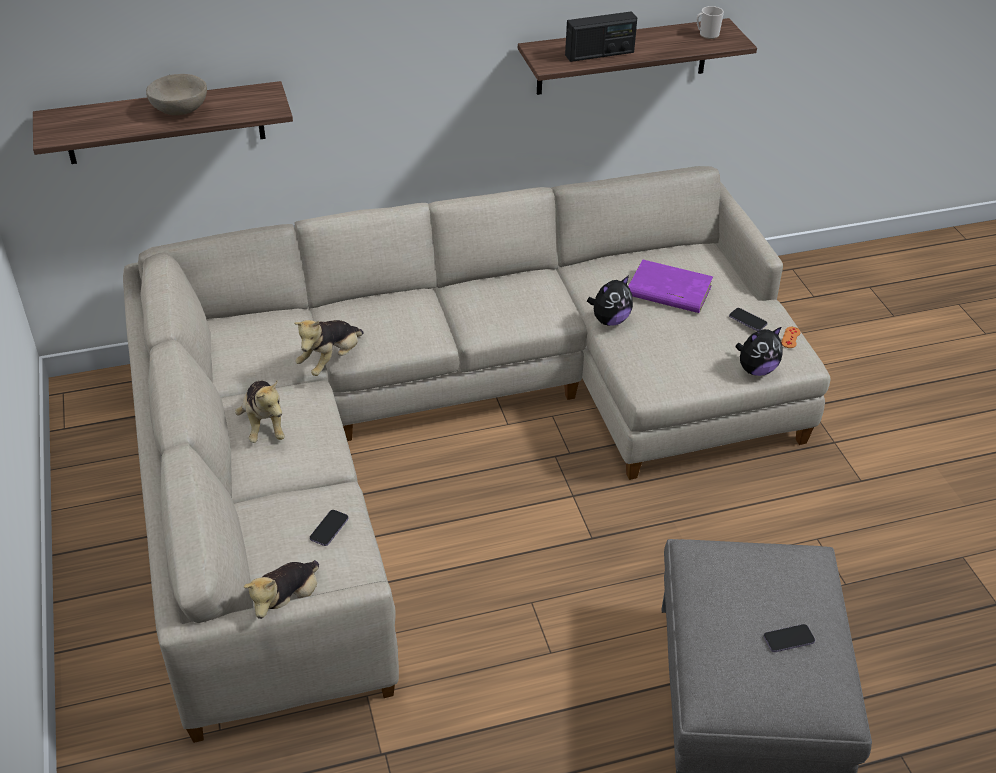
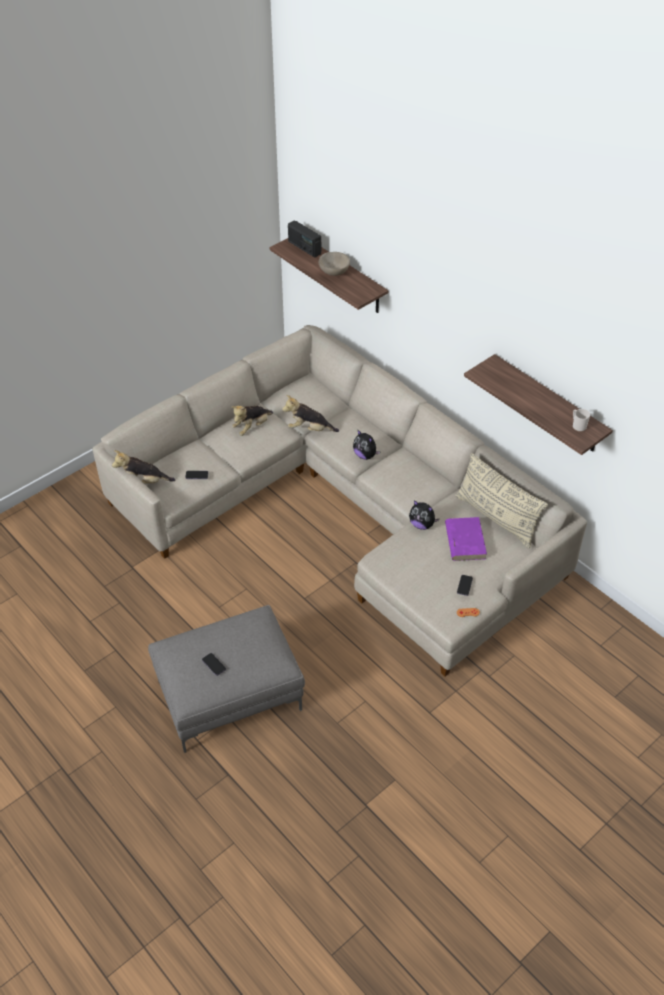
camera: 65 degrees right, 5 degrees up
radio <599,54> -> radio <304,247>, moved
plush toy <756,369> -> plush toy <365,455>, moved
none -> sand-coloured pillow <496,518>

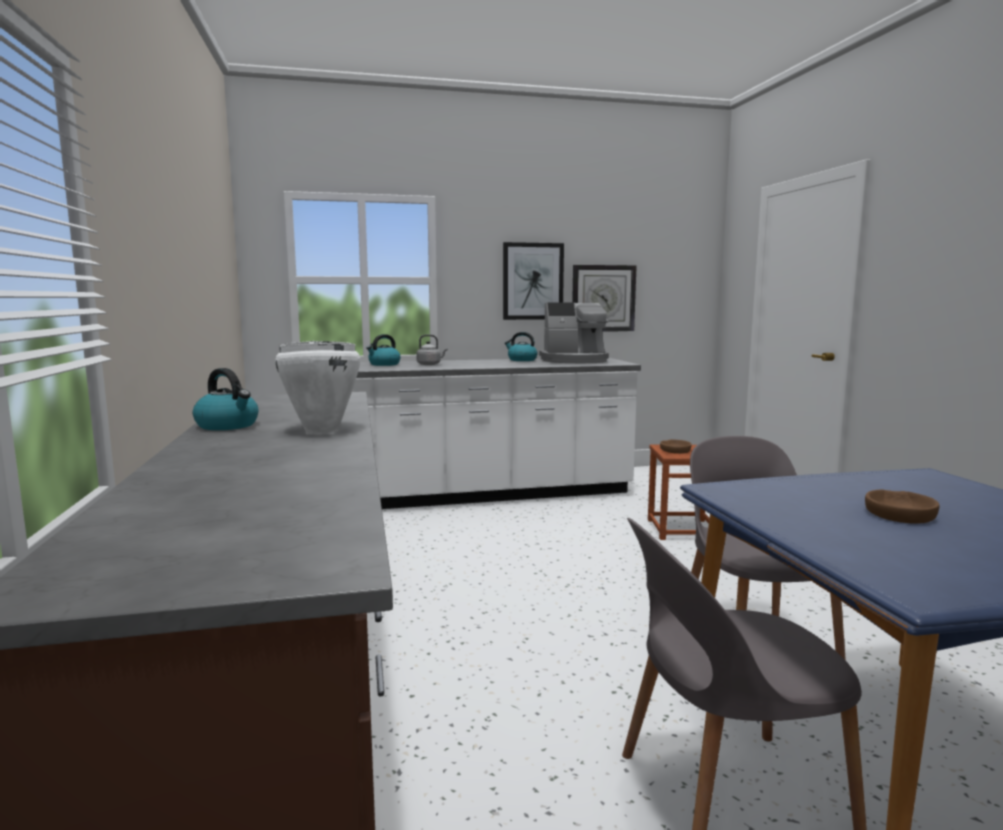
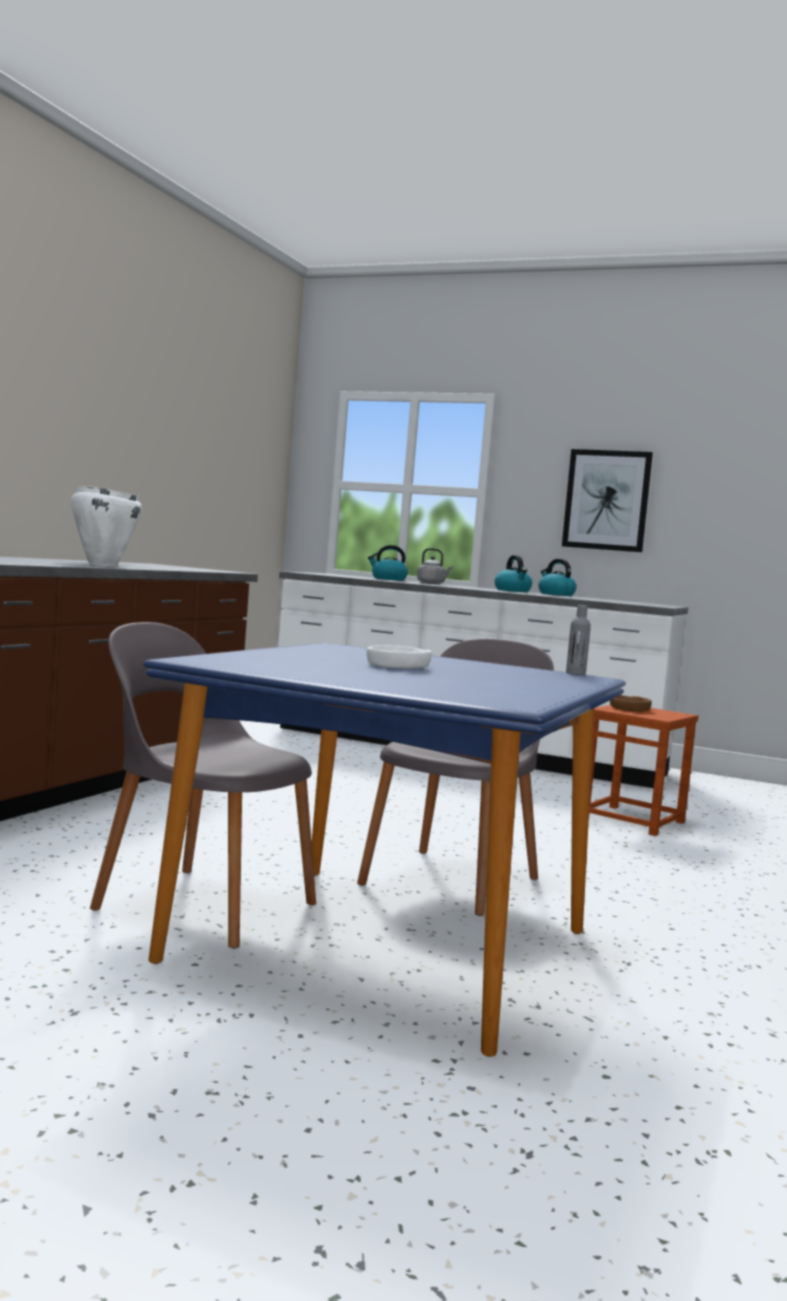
camera: 35 degrees right, 5 degrees down
kettle <228,425> -> kettle <513,591>, moved
coffee machine <575,360> -> none
wall clock <603,298> -> none
brown serving bowl <899,514> -> whitish serving bowl <398,666>
none -> grey bottle <575,673>

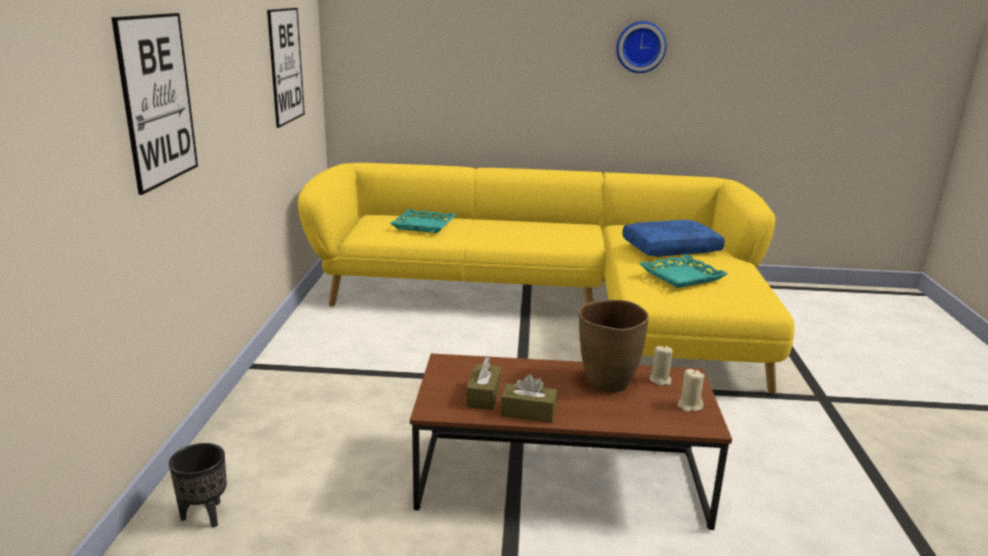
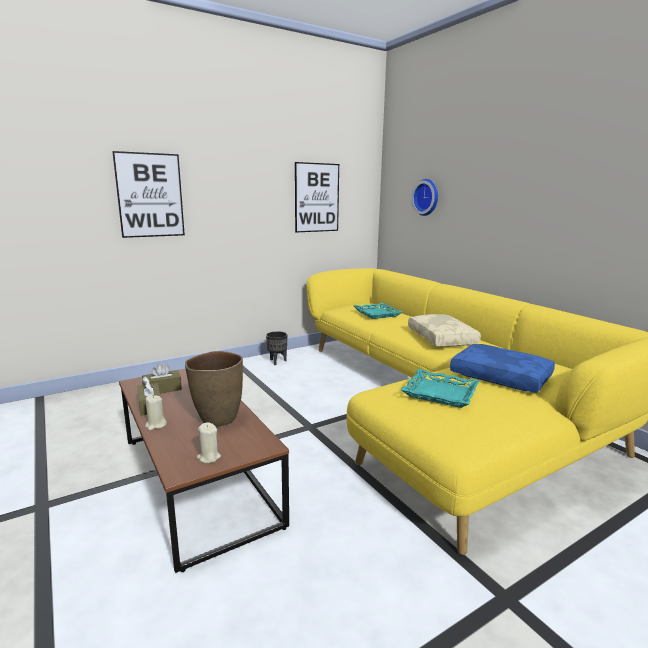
camera: 55 degrees right, 5 degrees down
blackish planter <206,515> -> blackish planter <277,361>, moved
wall clock <640,47> -> wall clock <427,197>, moved
sand-coloured wax light <660,380> -> sand-coloured wax light <156,425>, moved
none -> sand-coloured pillow <442,338>

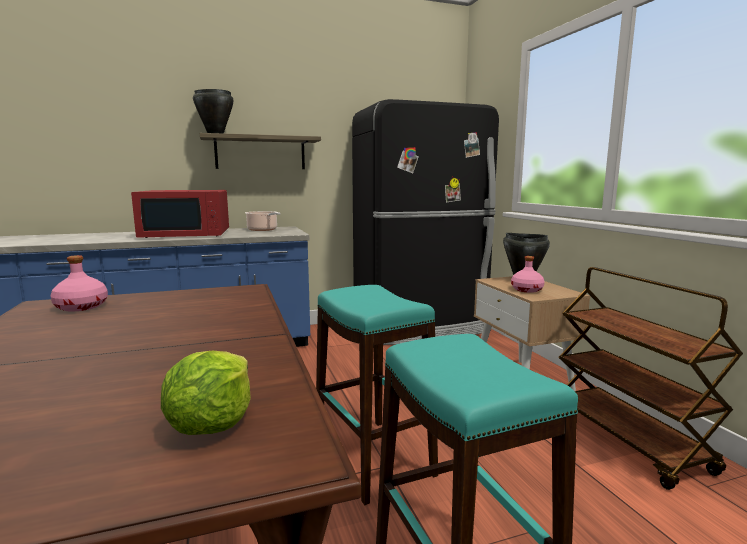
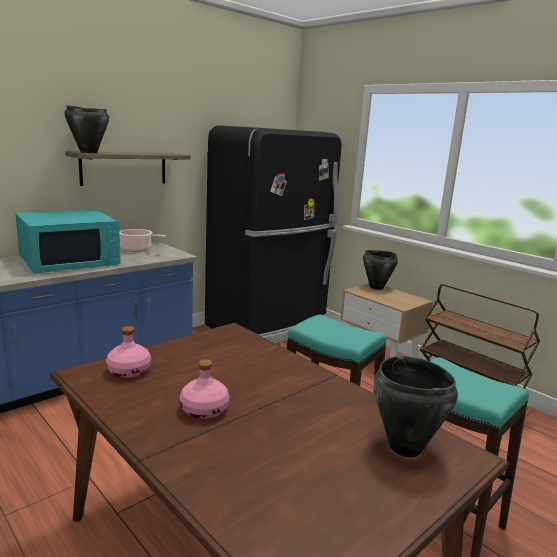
camera: 25 degrees left, 5 degrees up
red microwave <187,234> -> blue-green microwave <70,261>
lettuce head <212,423> -> blackish stockpot <404,448>
pink bottle <527,290> -> pink bottle <205,409>, moved

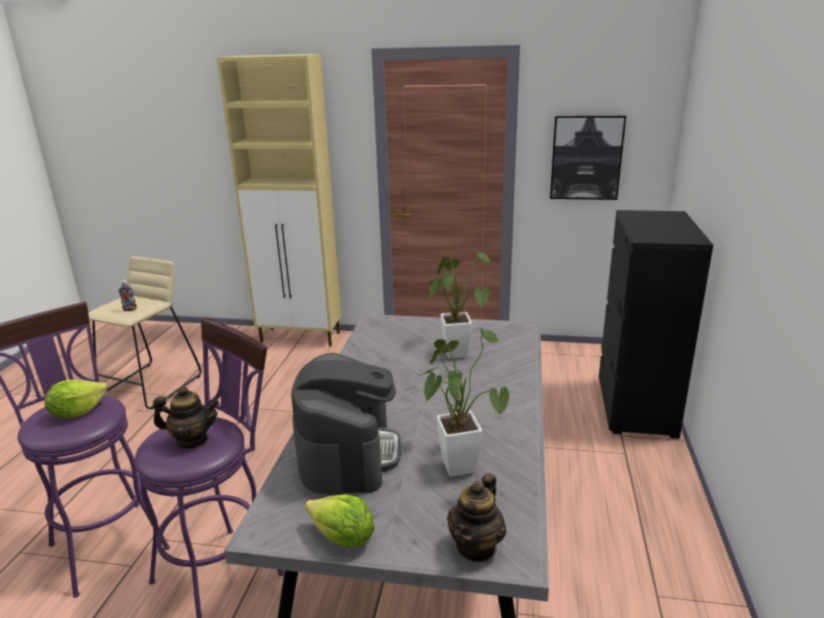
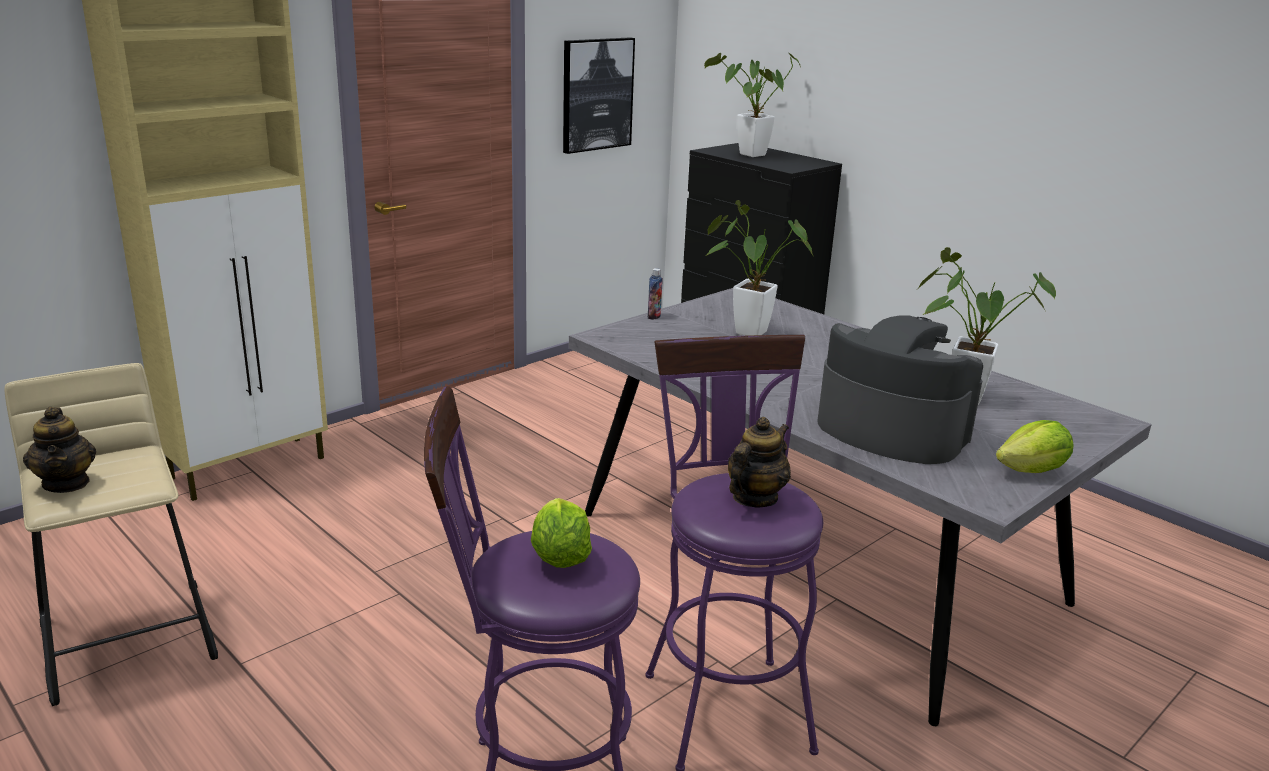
camera: 55 degrees left, 0 degrees up
bottle <130,309> -> bottle <654,316>, moved
teapot <476,546> -> teapot <67,483>, moved
none -> plant in a pot <748,155>

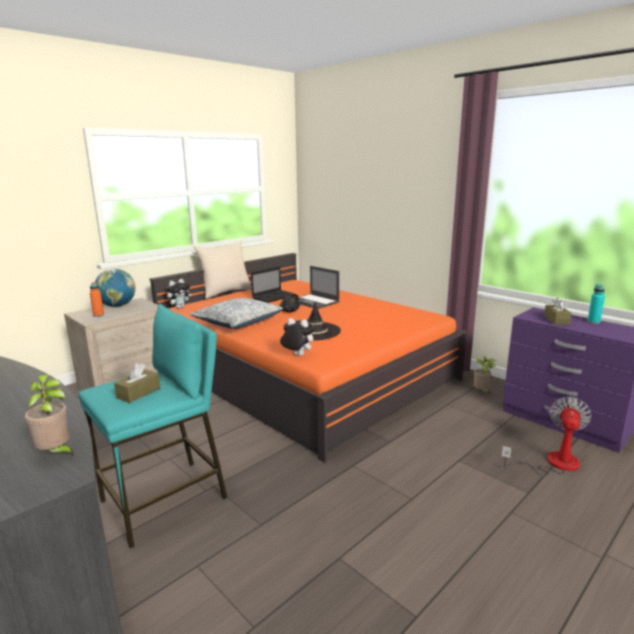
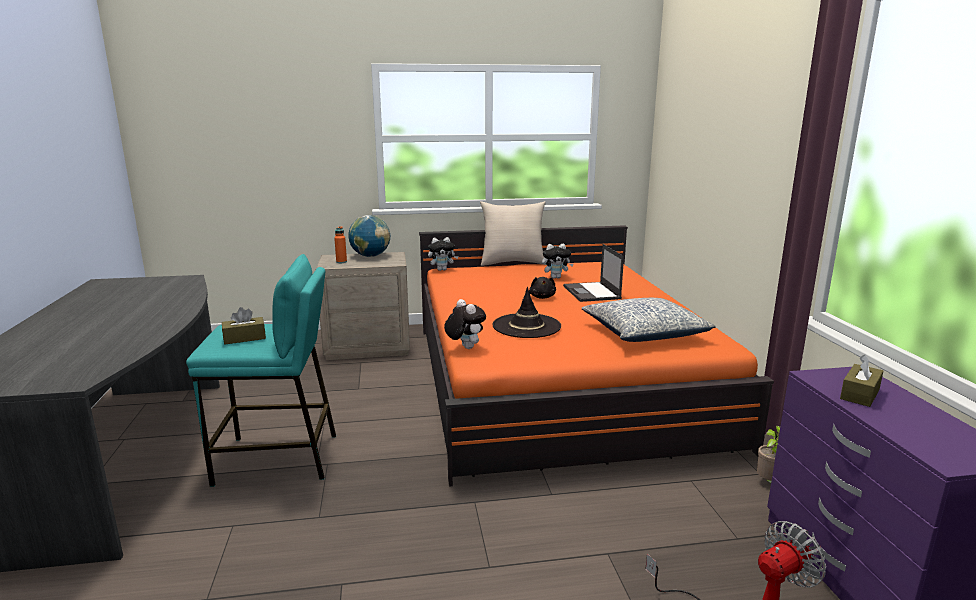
camera: 35 degrees right, 0 degrees up
plant in a pot <56,453> -> none
pillow <238,322> -> pillow <644,333>, moved
notebook computer <274,297> -> plush toy <556,277>
blue-green bottle <593,322> -> none

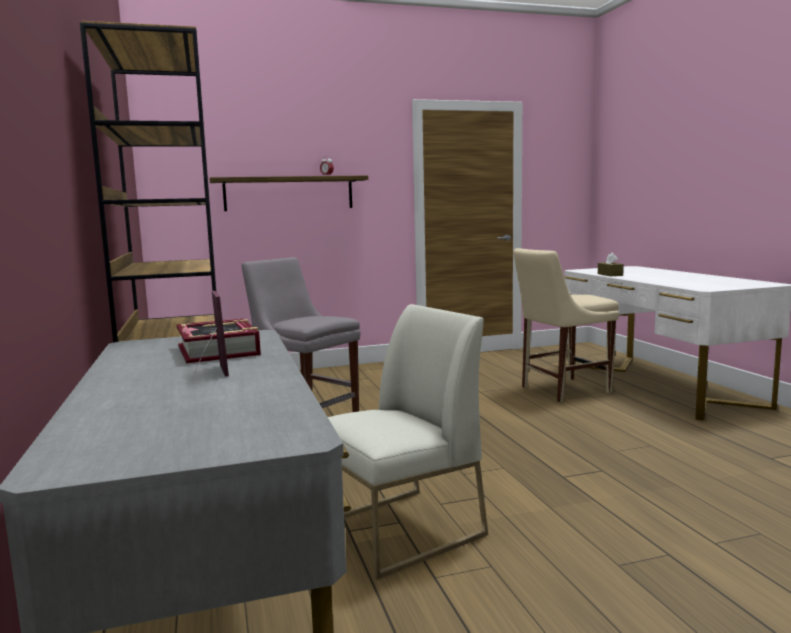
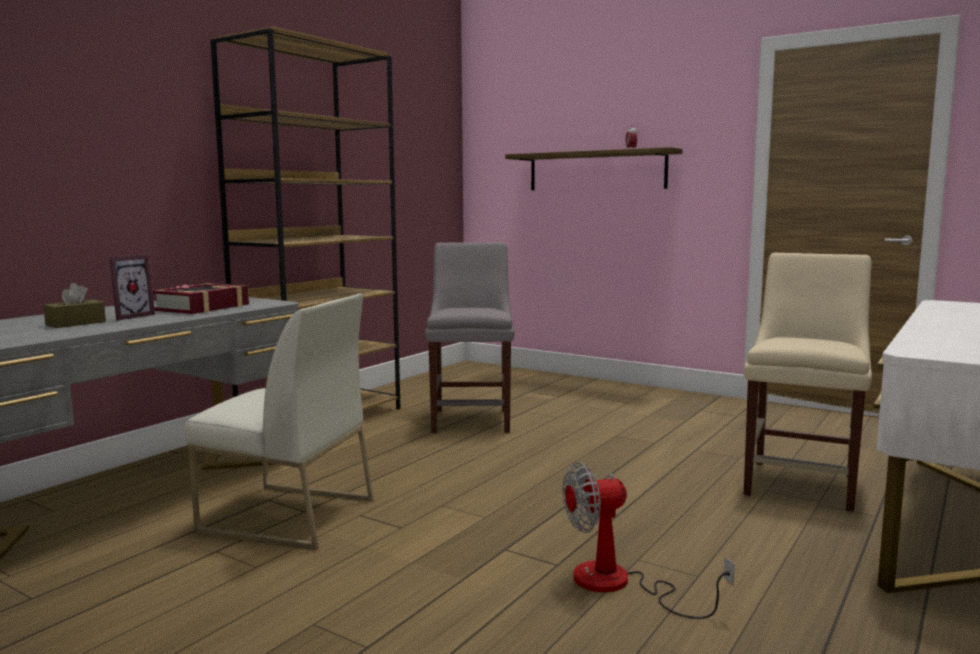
camera: 50 degrees right, 0 degrees up
sand-coloured chair <561,390> -> sand-coloured chair <802,482>, 90 degrees clockwise
brown box of tissues <610,274> -> brown box of tissues <76,323>, moved
none -> cooling fan <620,585>

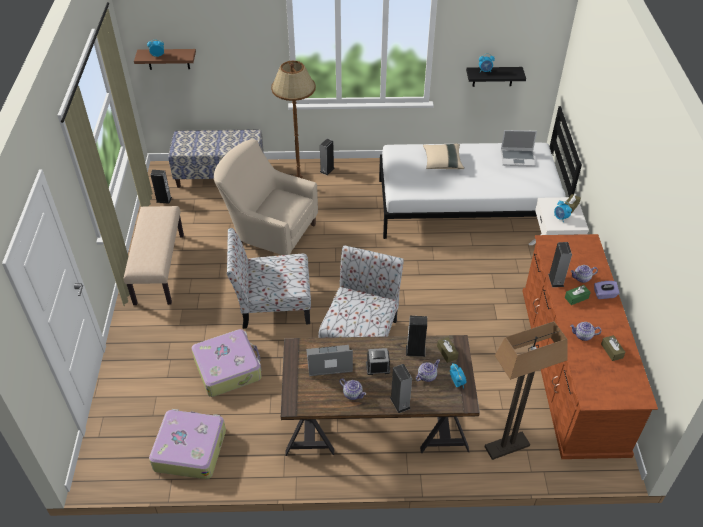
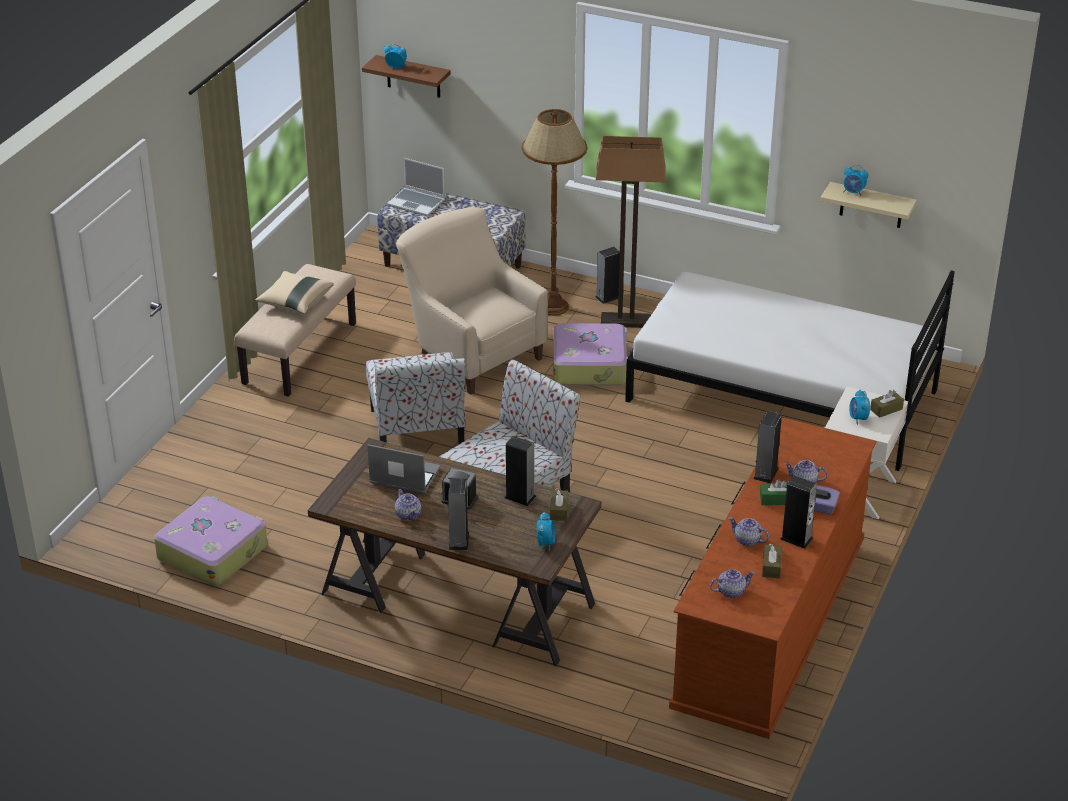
camera: 25 degrees right, 10 degrees down
audio speaker <164,199> -> audio speaker <796,538>, moved
suitcase <228,368> -> suitcase <590,365>, moved
chair <273,305> -> chair <417,434>, 120 degrees counterclockwise
teapot <426,376> -> teapot <730,591>, moved
sand-coloured pillow <442,162> -> sand-coloured pillow <295,302>, moved
blackish wall shelf <493,76> -> sand-coloured wall shelf <871,205>
floor lamp <507,446> -> floor lamp <626,321>, moved
notebook computer <518,158> -> notebook computer <417,203>, moved

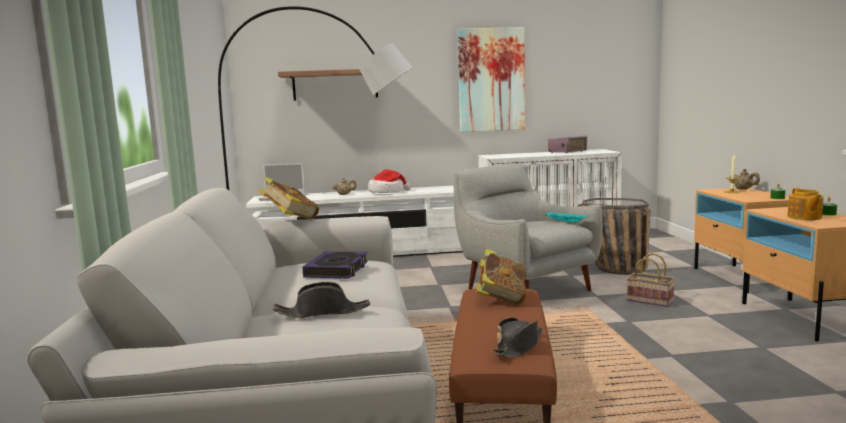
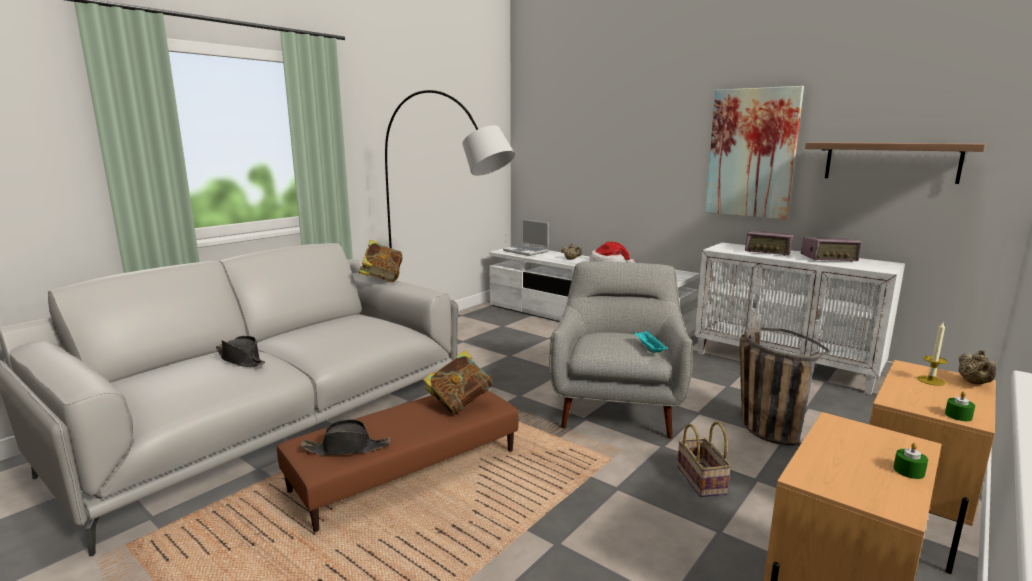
camera: 45 degrees right, 5 degrees up
wall shelf <335,85> -> wall shelf <891,161>, moved
volume <337,270> -> none
teapot <804,217> -> none
none -> radio <768,252>

